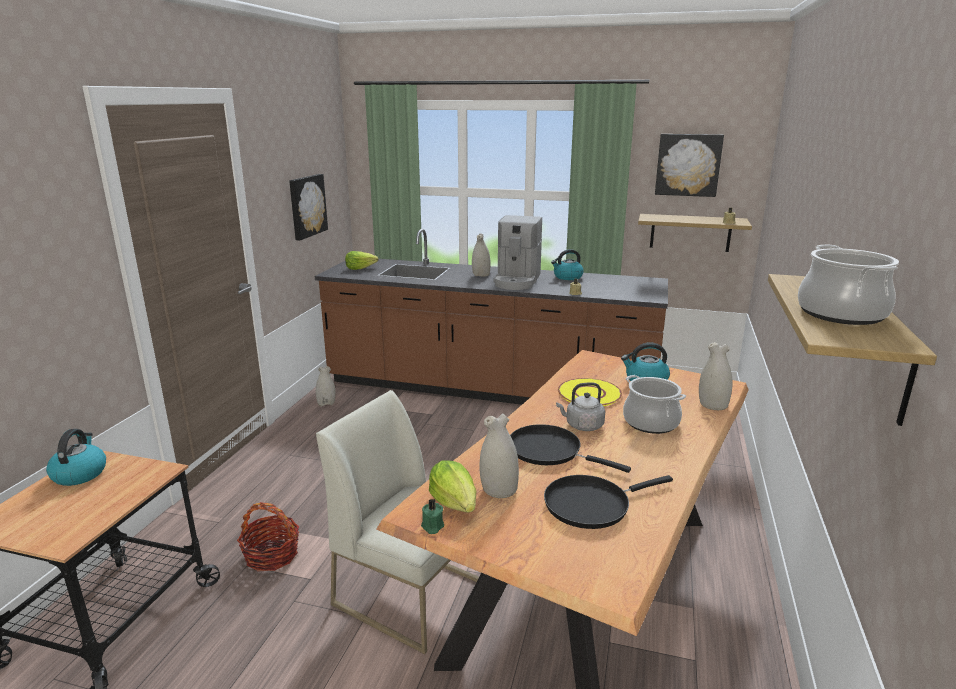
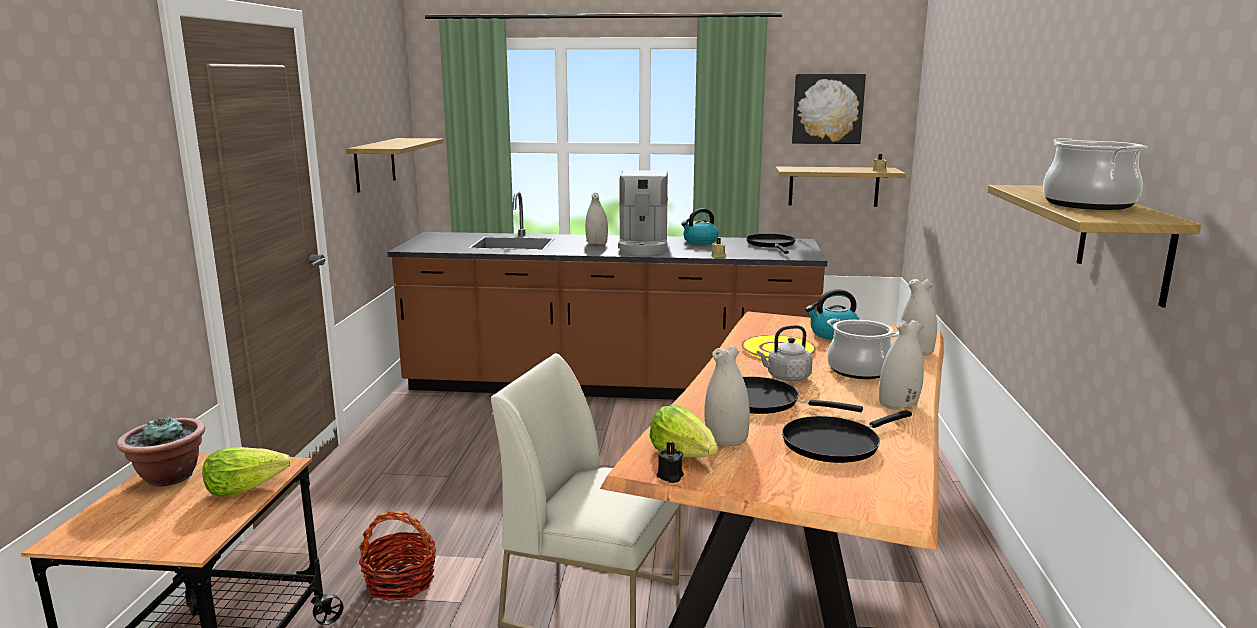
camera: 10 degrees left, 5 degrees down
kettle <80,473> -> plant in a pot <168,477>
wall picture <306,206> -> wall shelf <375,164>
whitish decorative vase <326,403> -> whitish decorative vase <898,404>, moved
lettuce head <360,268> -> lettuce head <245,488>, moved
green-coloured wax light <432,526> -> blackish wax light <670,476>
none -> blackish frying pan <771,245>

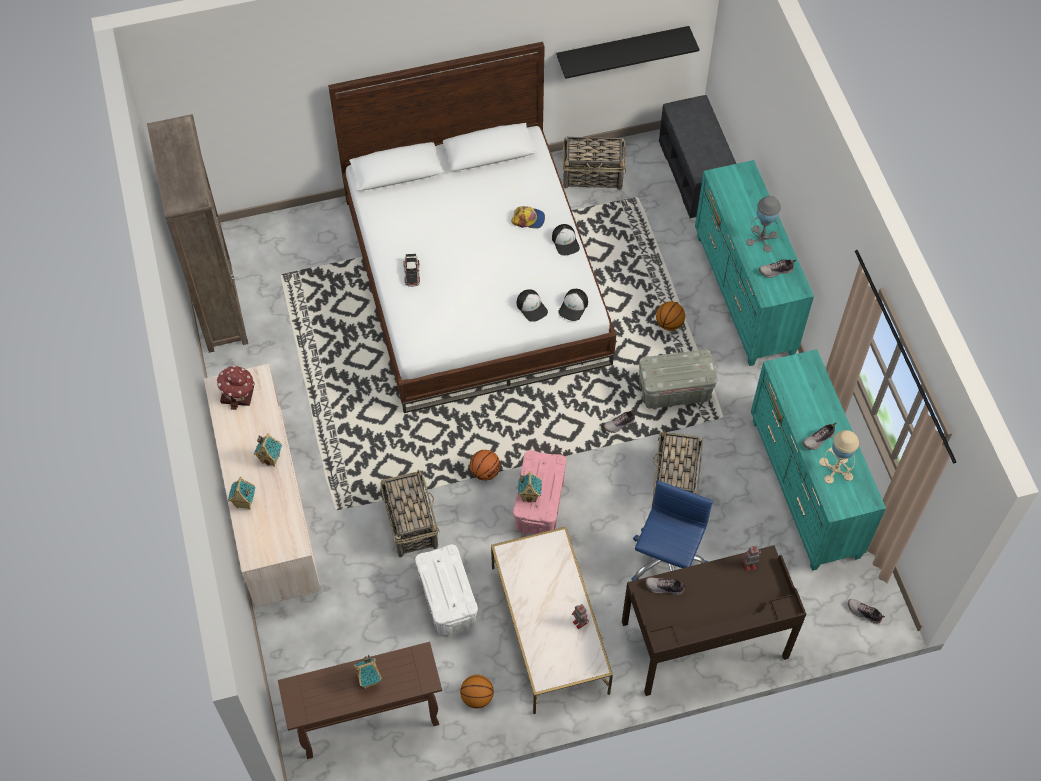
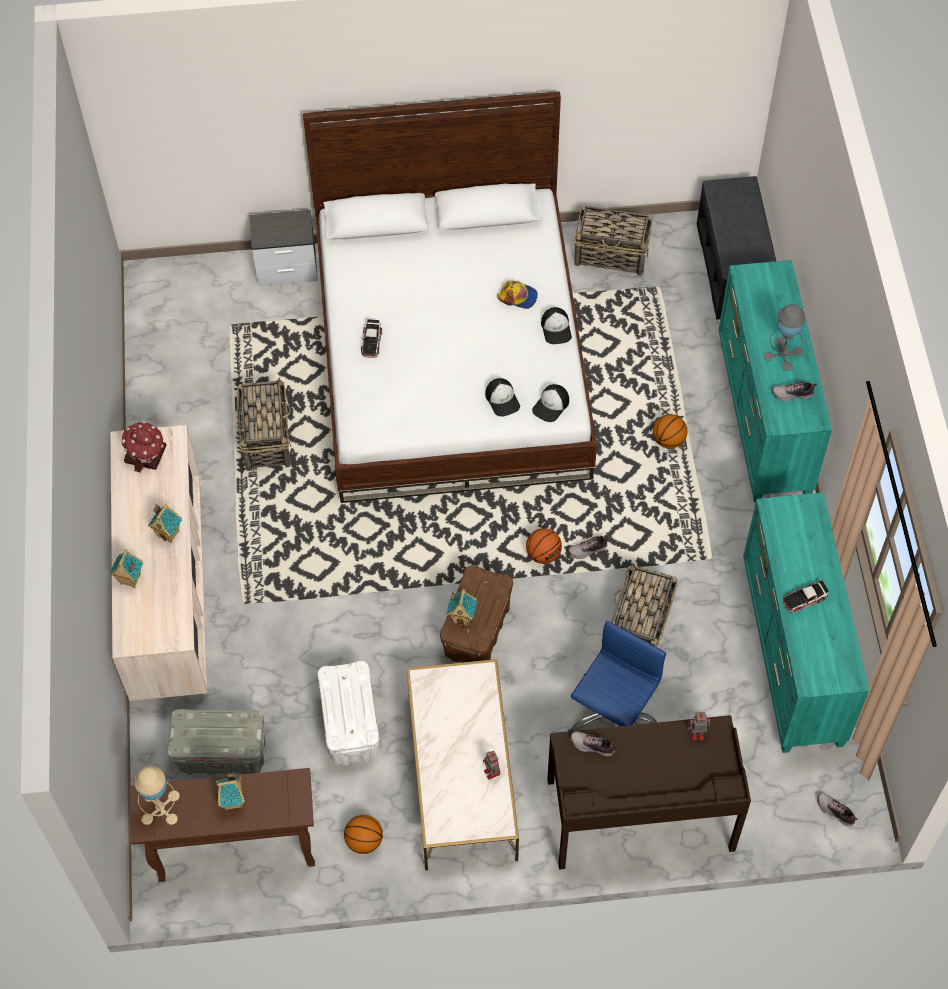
camera: 10 degrees right, 0 degrees up
brown bookcase <219,306> -> none
household basket <411,522> -> household basket <267,437>, moved
ball for basketball <485,472> -> ball for basketball <543,554>, moved
pink storage container <539,505> -> brown storage container <477,631>
blackish wall shelf <622,49> -> none
grey storage container <674,392> -> grey storage container <221,754>, moved
shoe <818,439> -> miniature car <804,599>
sand-coloured lamp for a table <836,469> -> sand-coloured lamp for a table <160,807>, moved
none -> nightstand <288,268>

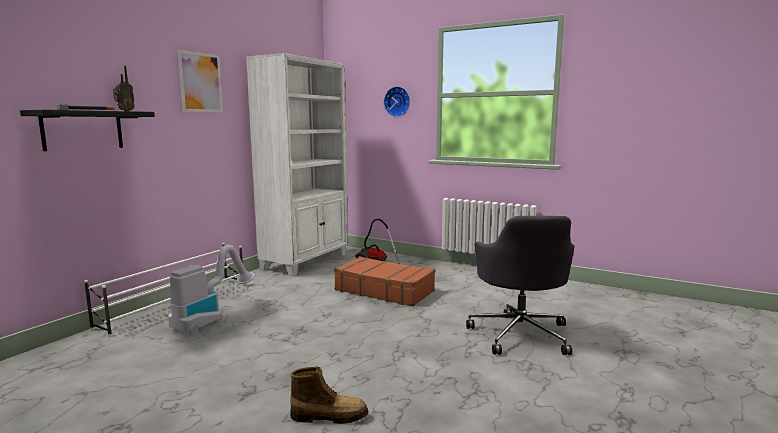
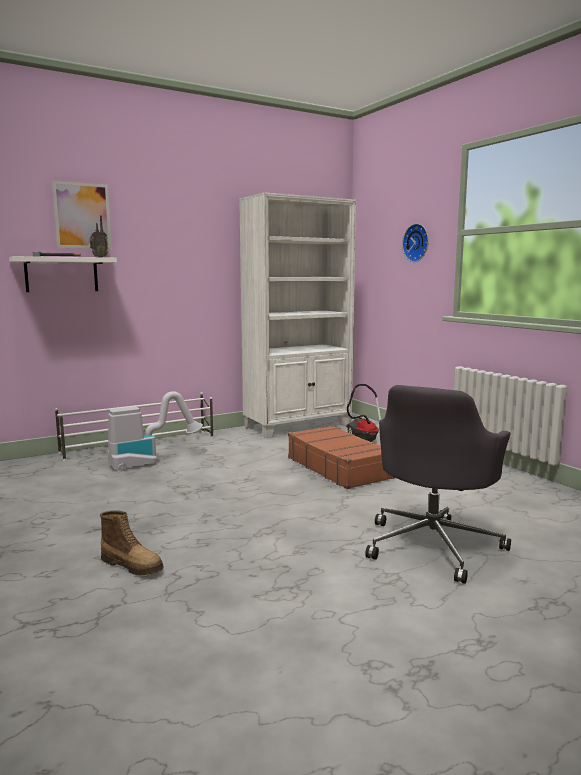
camera: 30 degrees right, 0 degrees up
blackish wall shelf <83,130> -> whitish wall shelf <61,274>
wall picture <201,82> -> wall picture <82,216>, moved

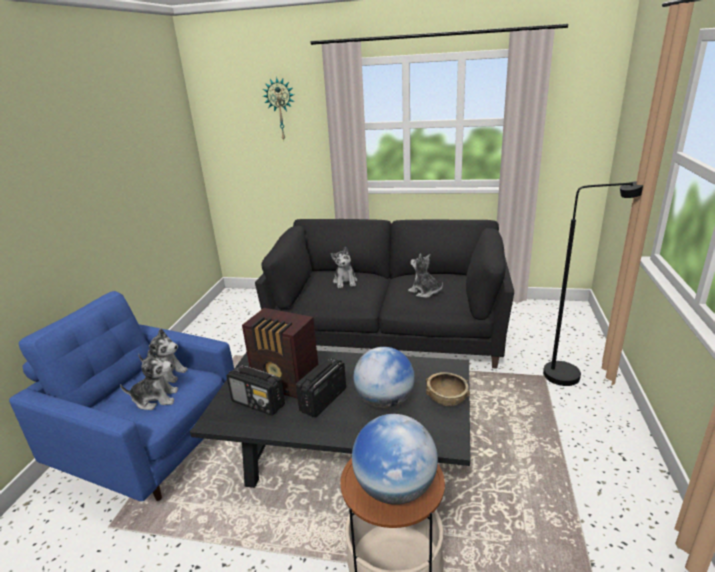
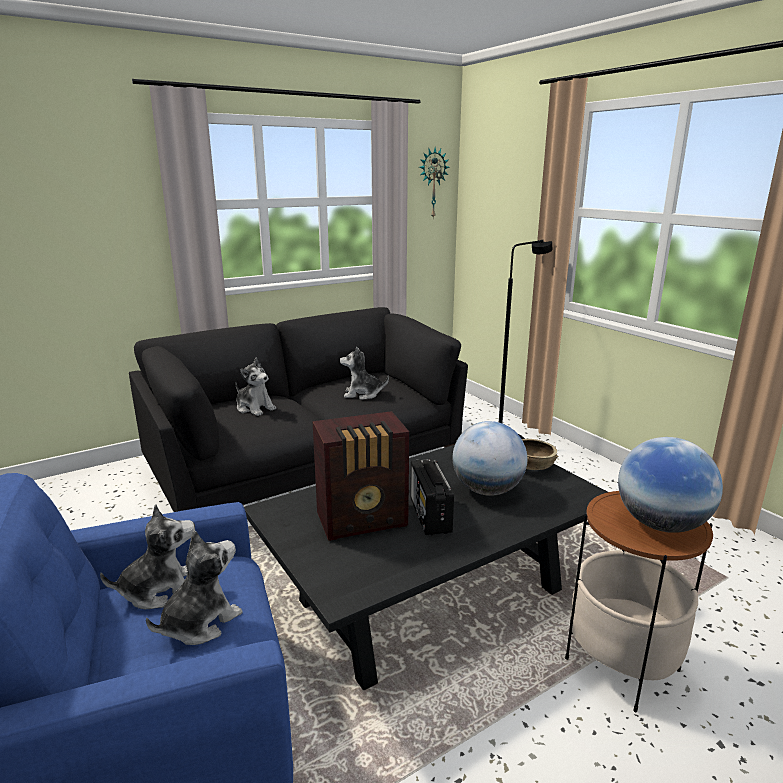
camera: 45 degrees left, 5 degrees down
radio <258,403> -> none
wall clock <281,109> -> wall clock <432,183>, moved

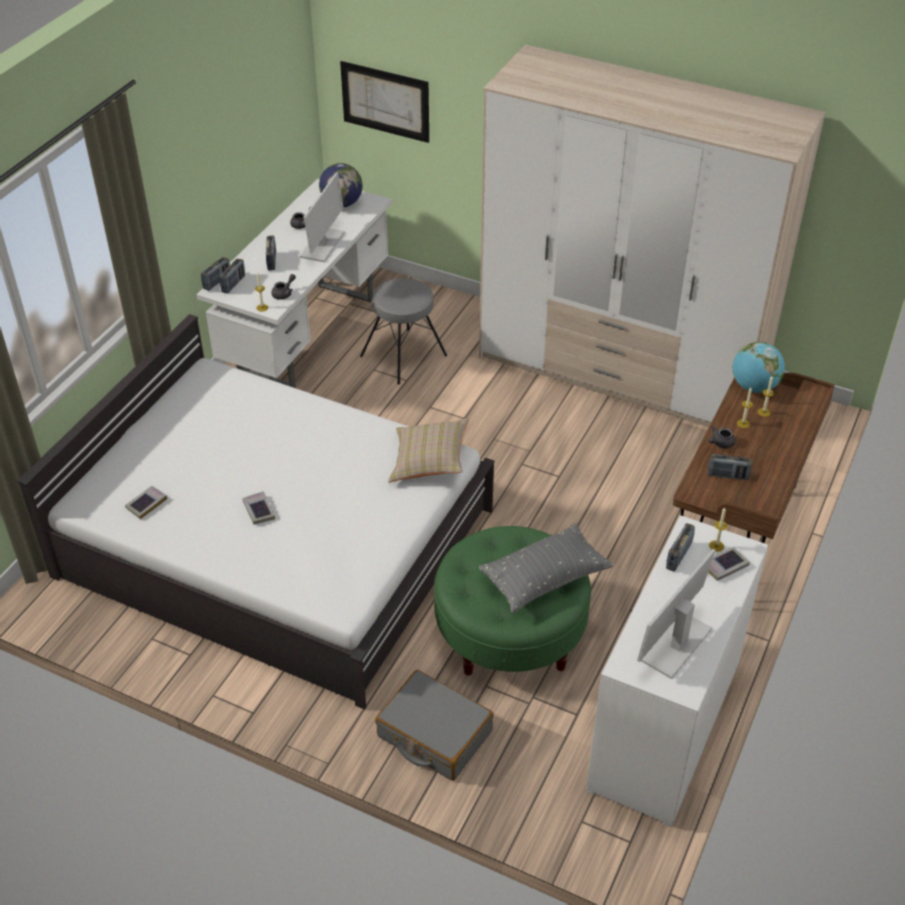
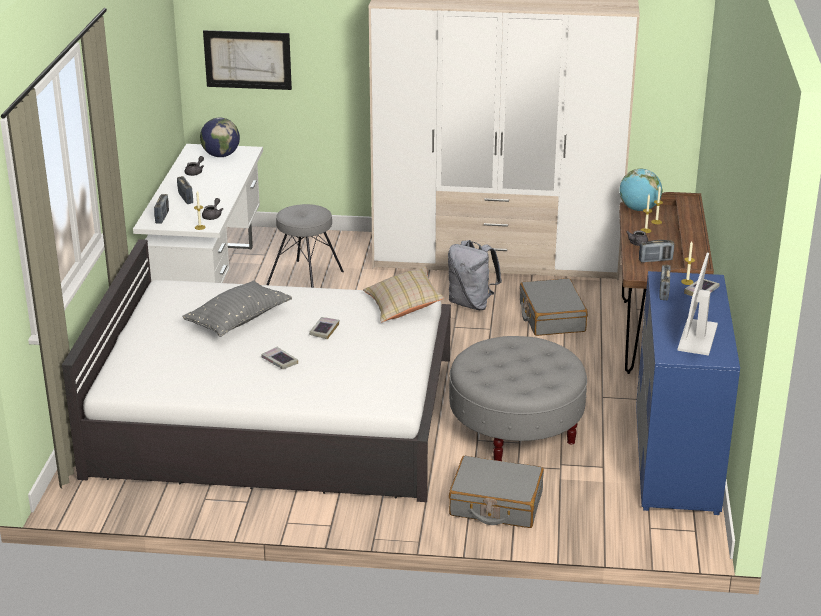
camera: 20 degrees left, 15 degrees down
volume <146,504> -> volume <324,330>, moved
radio <217,282> -> none
monitor <322,245> -> none
green-coloured footrest <510,633> -> grey footrest <515,430>
grey pillow <544,578> -> grey pillow <238,320>, moved
whitish chest of drawers <664,727> -> blue-coloured chest of drawers <676,459>
none -> grey backpack <471,304>
none -> grey suitcase <551,317>

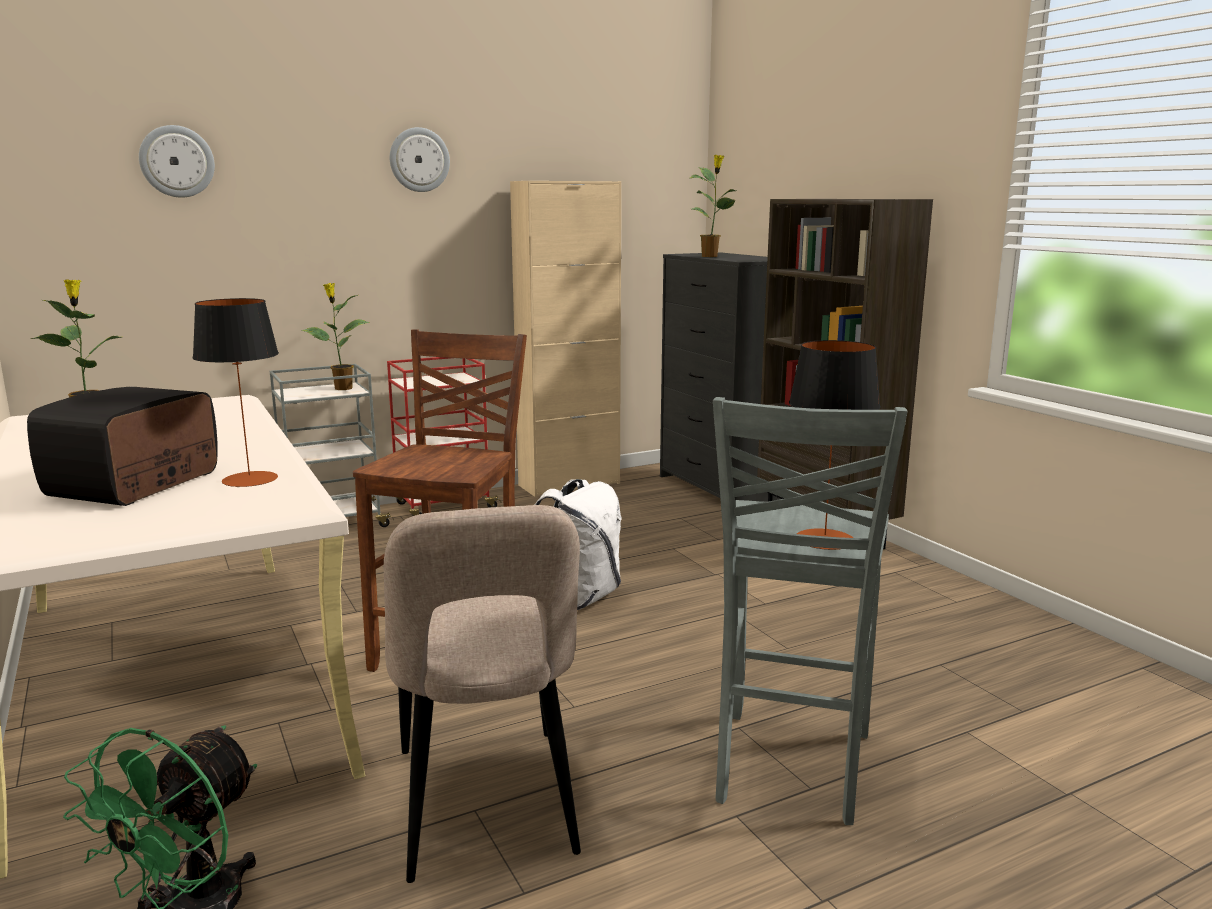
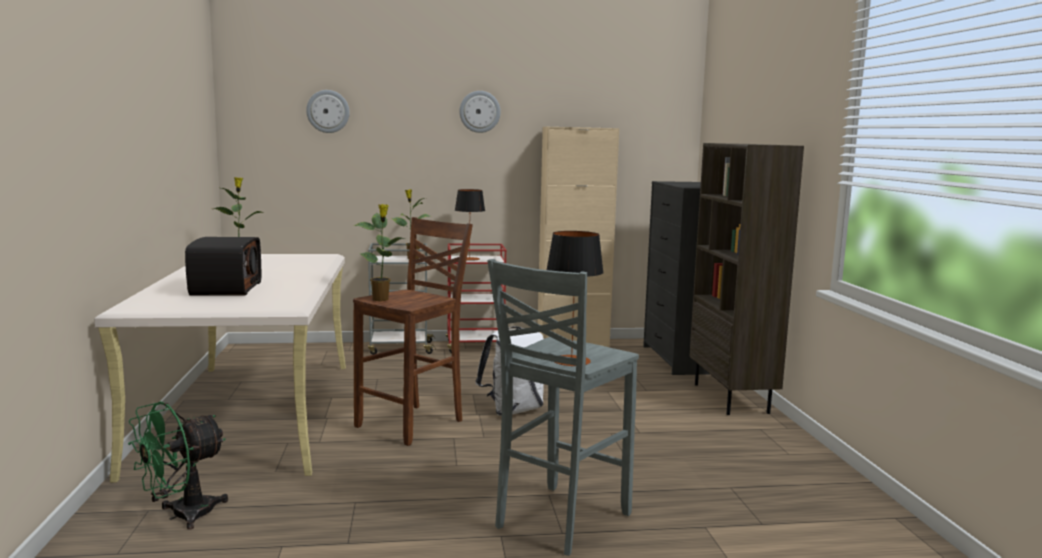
camera: 20 degrees right, 5 degrees down
radio <136,484> -> radio <224,289>, 135 degrees clockwise
lamp for a table <249,479> -> lamp for a table <469,259>, moved
sand-coloured chair <486,808> -> none
plant in a pot <711,256> -> plant in a pot <381,299>, moved

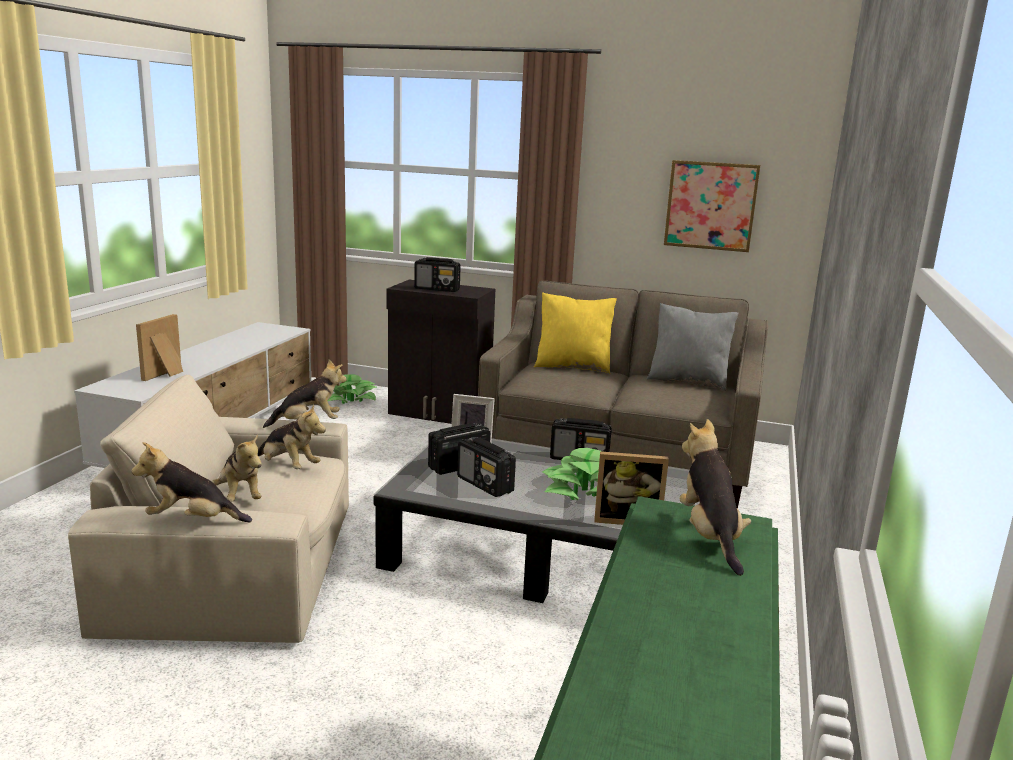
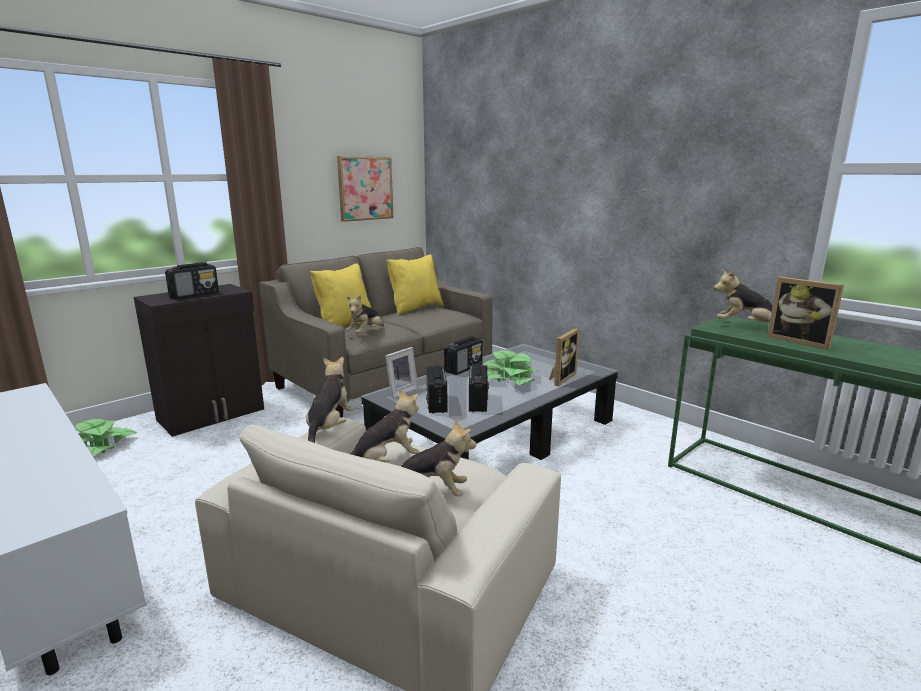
camera: 60 degrees left, 0 degrees up
plush toy <192,520> -> plush toy <366,333>, moved
picture frame <166,374> -> picture frame <800,341>, moved
radio <485,485> -> radio <478,402>, 75 degrees counterclockwise
grey pillow <688,381> -> yellowish pillow <415,309>

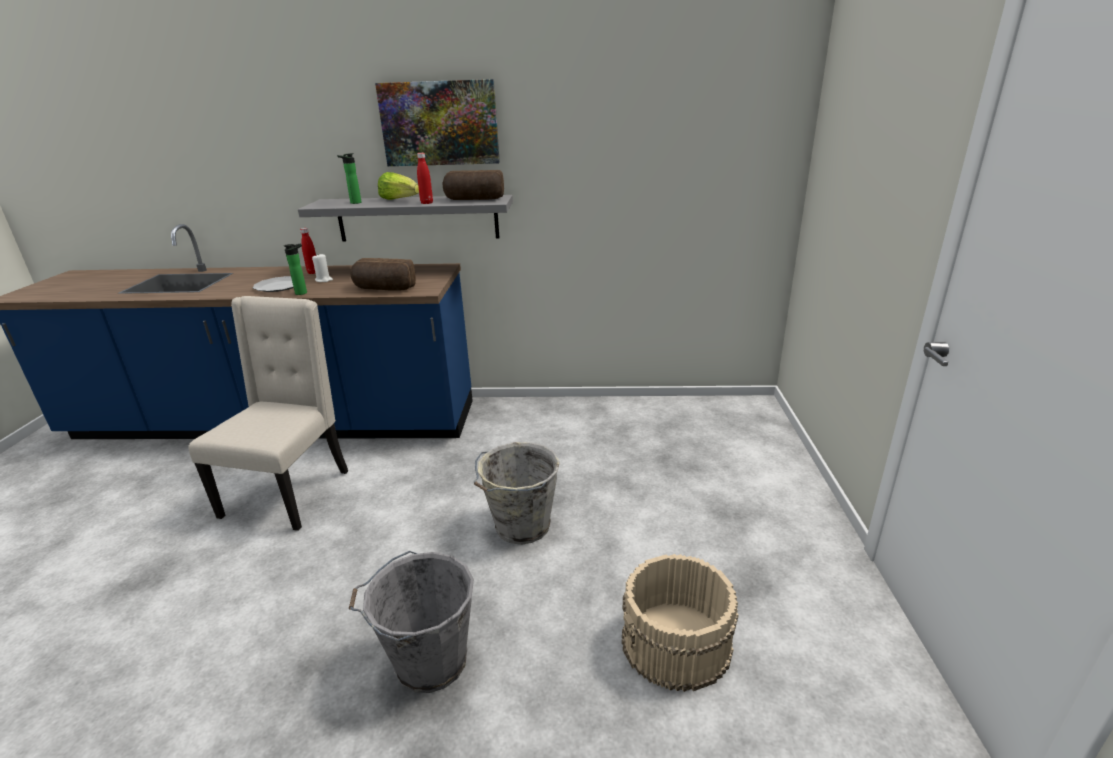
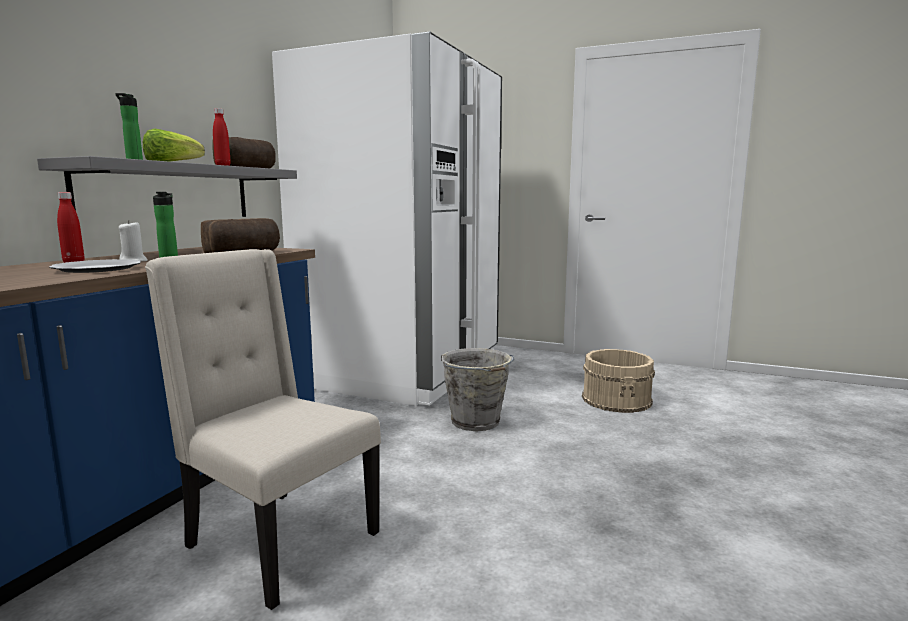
camera: 70 degrees left, 15 degrees down
grey water bucket <428,662> -> none
wall picture <439,123> -> none
none -> whitish fridge <403,371>

